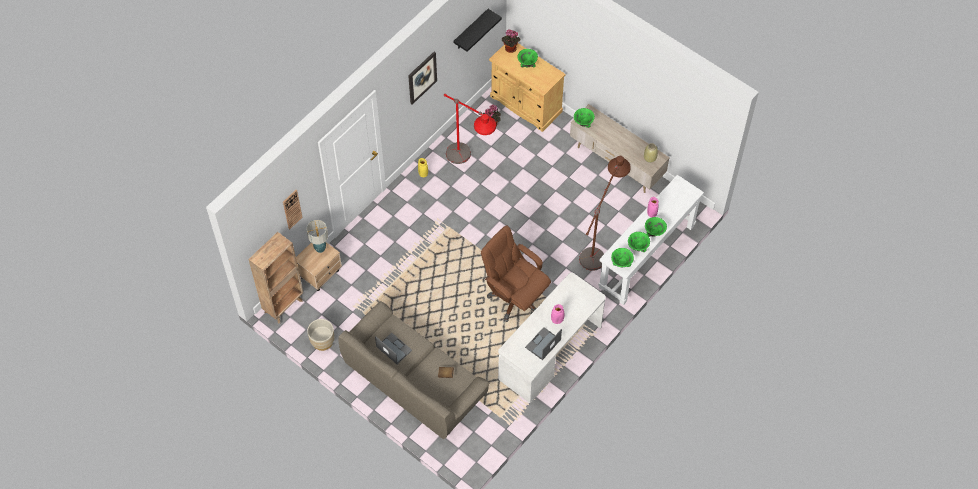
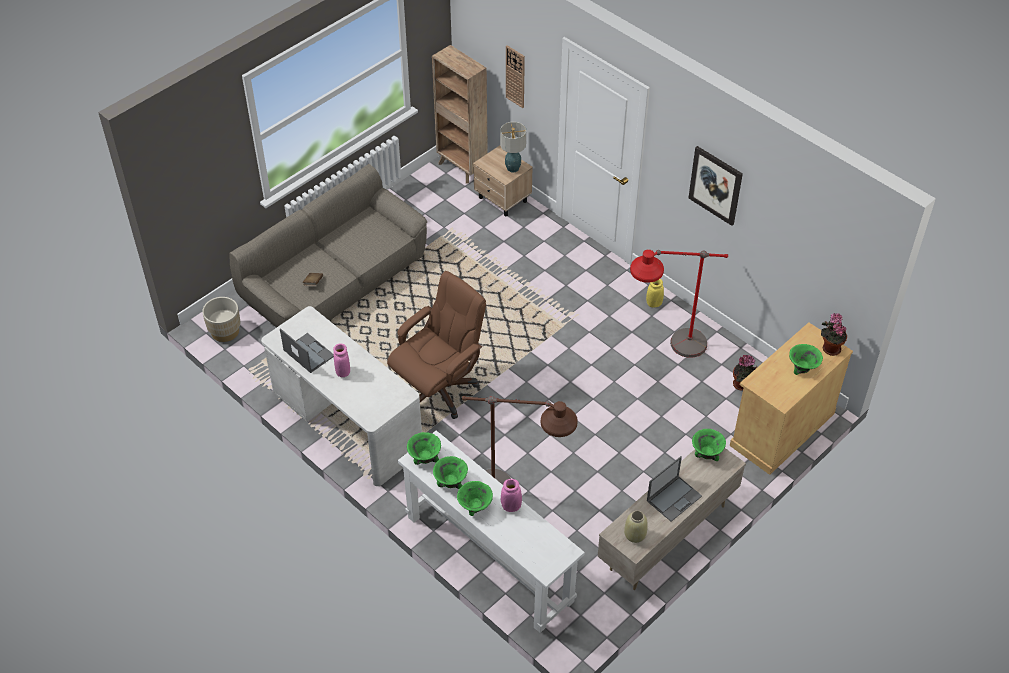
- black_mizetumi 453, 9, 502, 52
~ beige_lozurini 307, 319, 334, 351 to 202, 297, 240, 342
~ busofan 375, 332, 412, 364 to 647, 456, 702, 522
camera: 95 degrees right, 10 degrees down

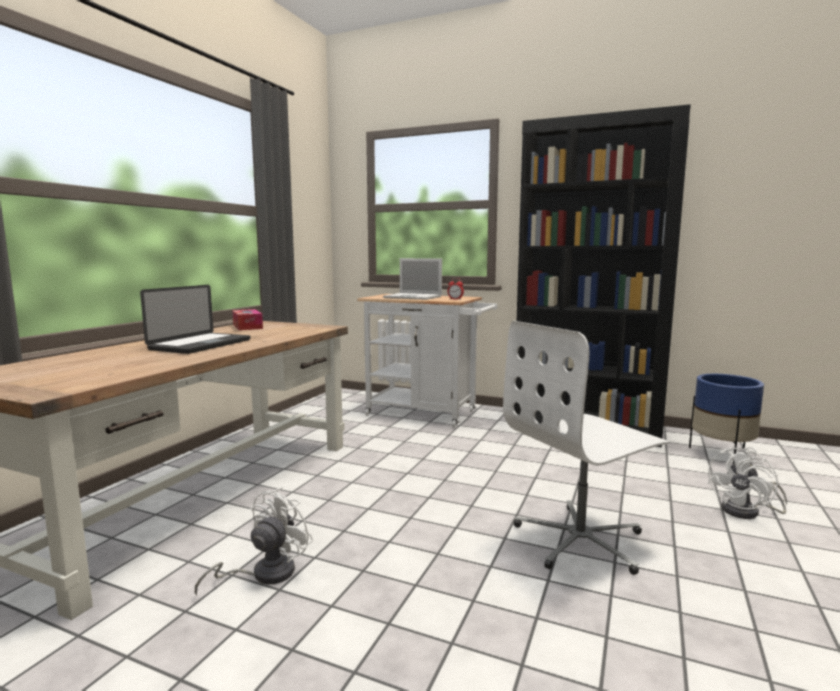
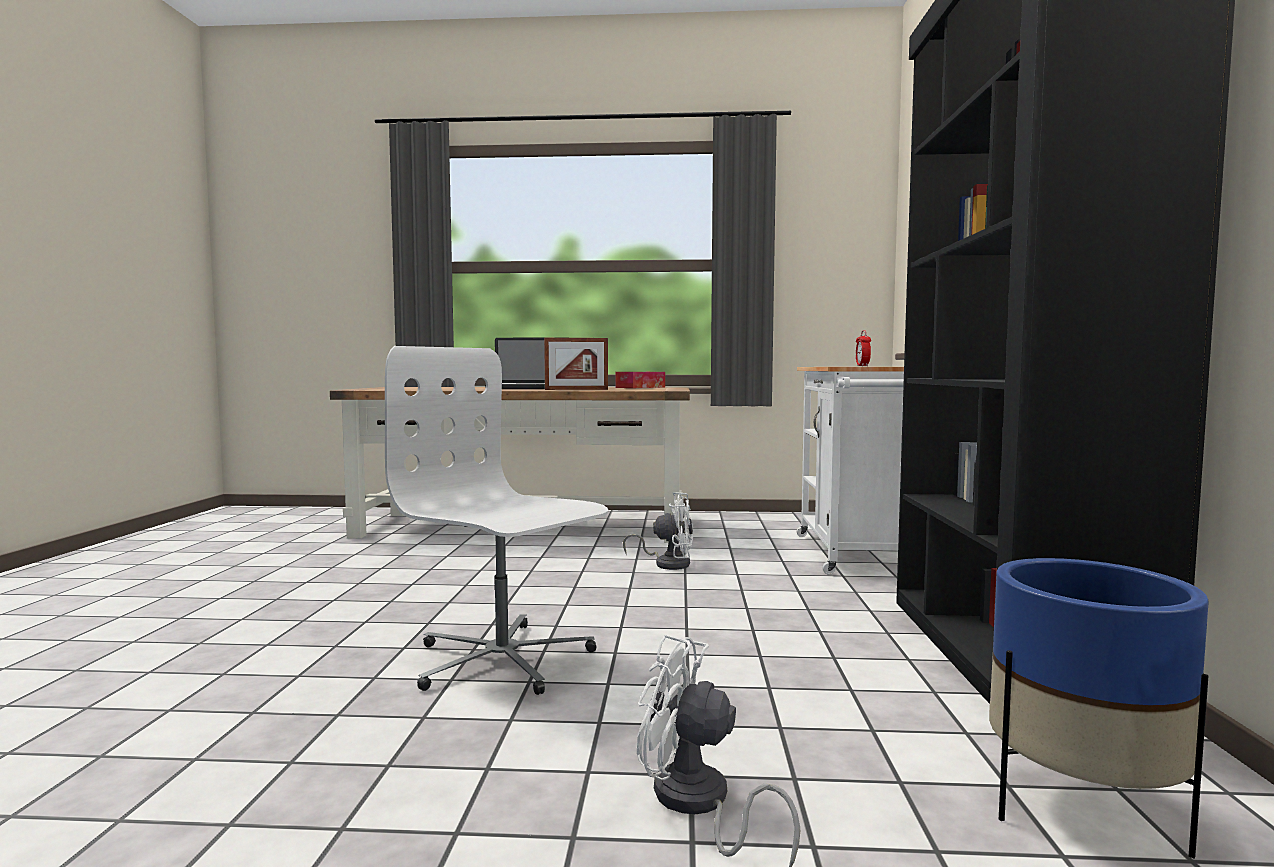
- busofan 383, 258, 442, 300
~ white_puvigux 195, 487, 313, 596 to 623, 492, 693, 570
+ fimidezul 544, 338, 608, 390
camera: 70 degrees right, 5 degrees down

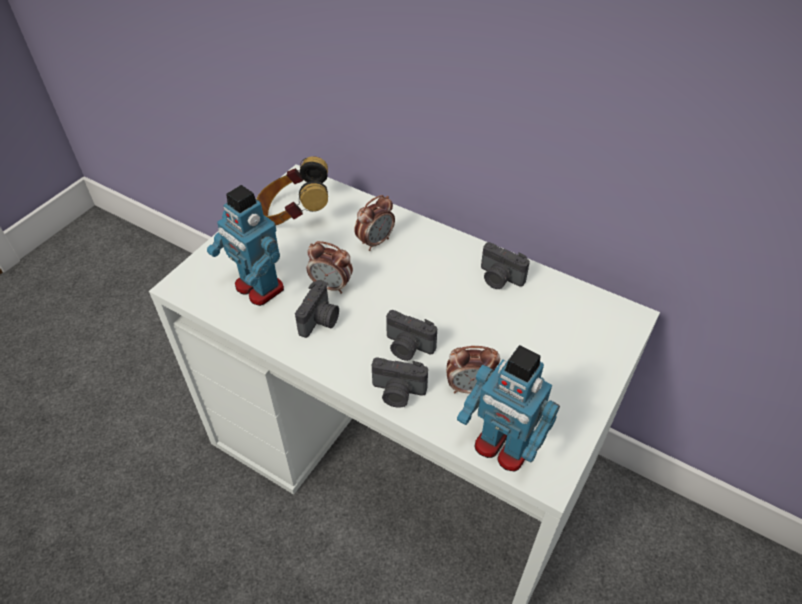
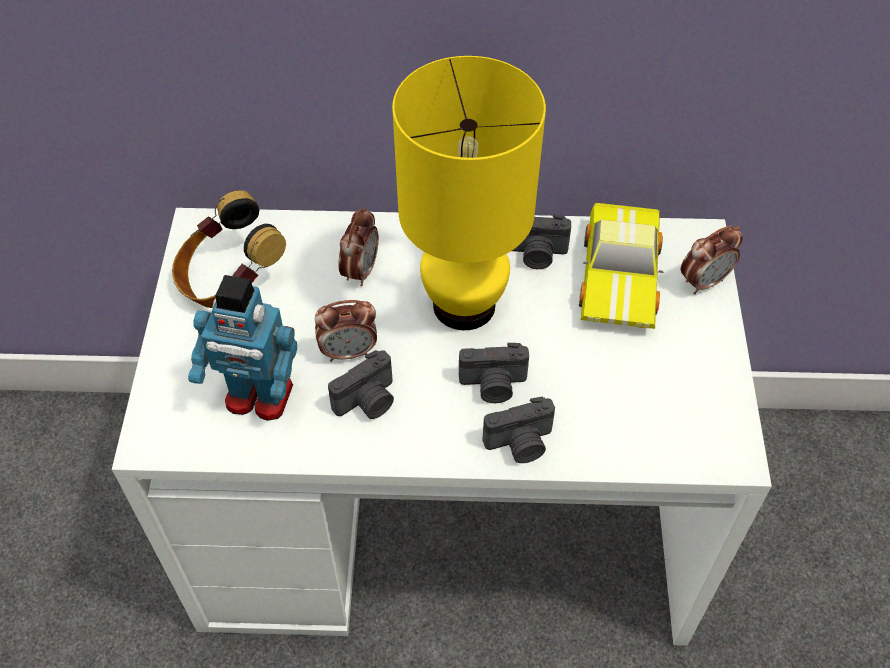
~ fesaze 295, 280, 339, 338 = 328, 350, 394, 419 60 degrees clockwise
- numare 457, 345, 560, 472
~ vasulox 447, 346, 500, 394 to 681, 225, 743, 295
+ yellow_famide 392, 56, 546, 330
+ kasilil 579, 203, 664, 329
camera: 30 degrees left, 5 degrees up

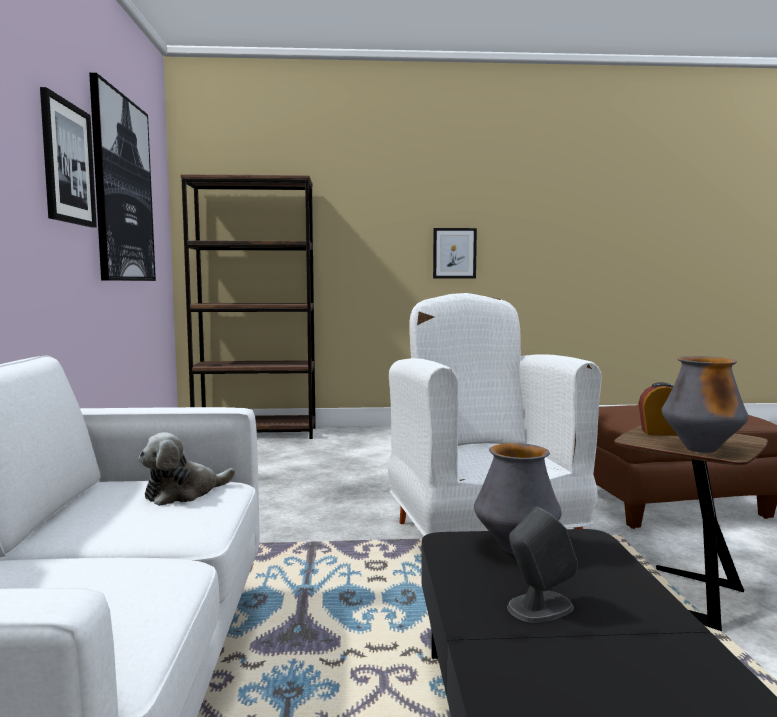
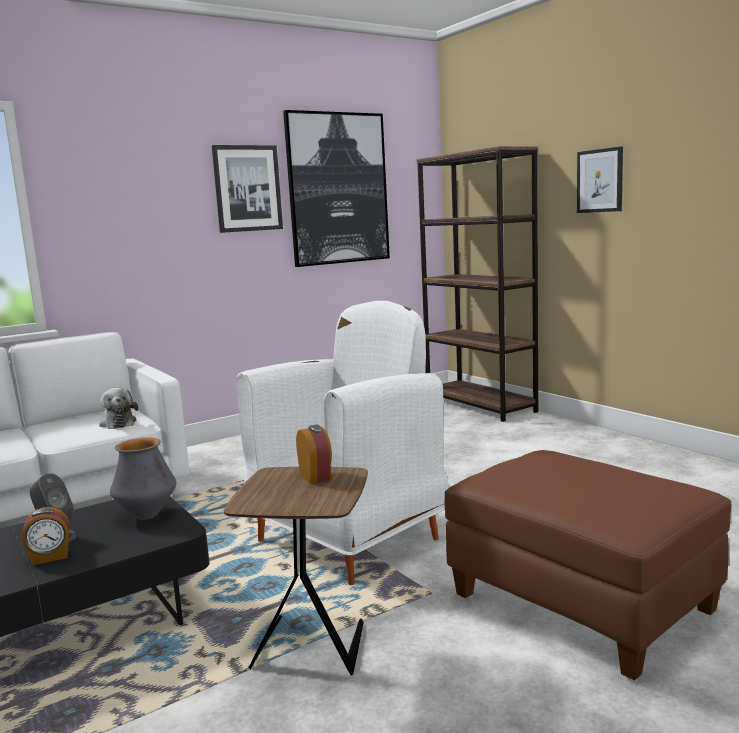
~ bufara 433, 228, 477, 278 to 577, 146, 623, 213
- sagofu 662, 356, 748, 453
~ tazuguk 138, 432, 235, 506 = 99, 388, 138, 429 135 degrees counterclockwise
+ vasulox 22, 507, 69, 565
camera: 60 degrees right, 5 degrees up

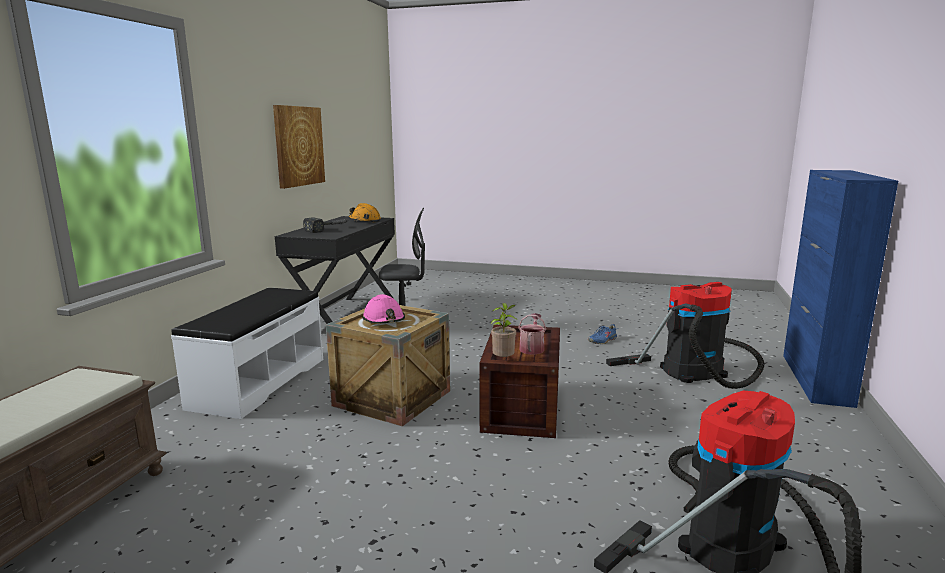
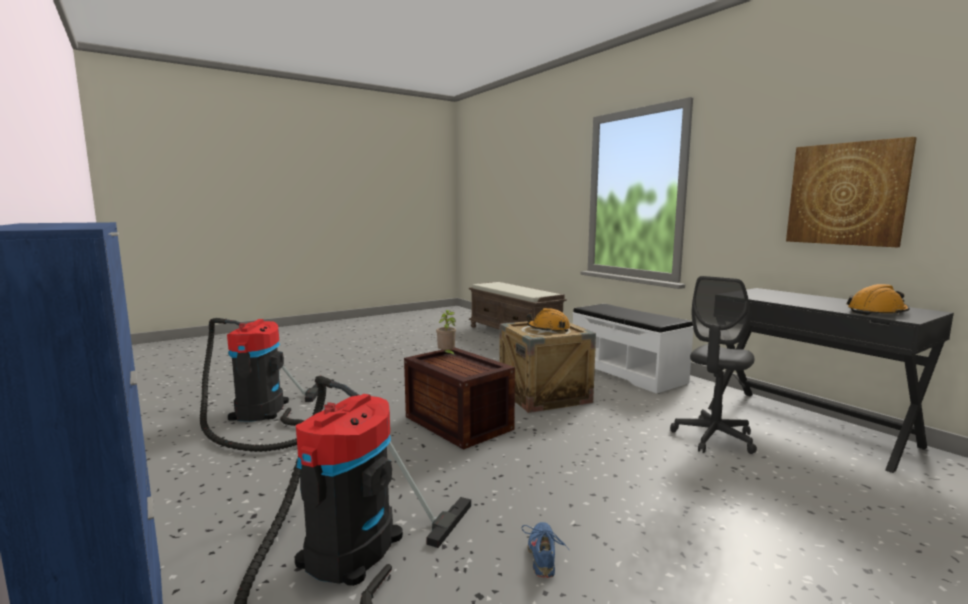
- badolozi 303, 218, 348, 233
~ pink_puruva 362, 294, 405, 324 to orange_puruva 526, 308, 570, 332
- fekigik 518, 313, 546, 355
camera: 130 degrees right, 5 degrees down

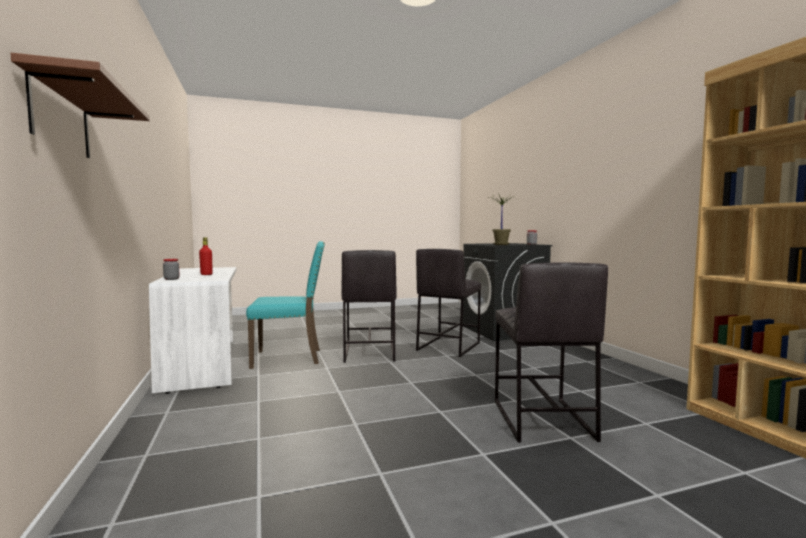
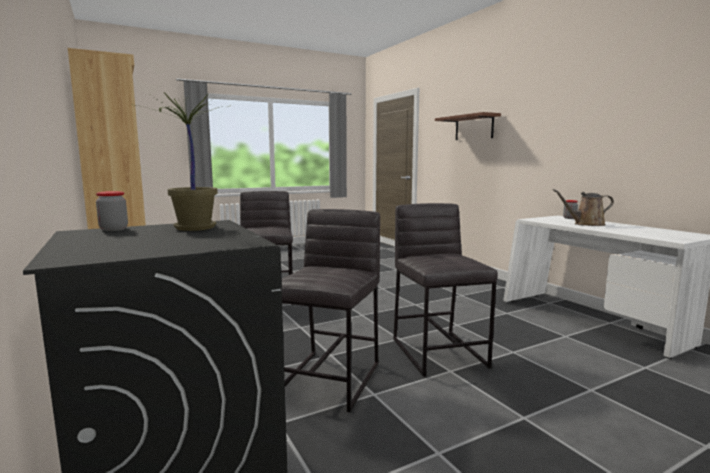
~ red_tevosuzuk 199, 237, 213, 275 to brown_fekigik 553, 189, 614, 226
- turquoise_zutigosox 246, 241, 325, 369
camera: 170 degrees right, 5 degrees up

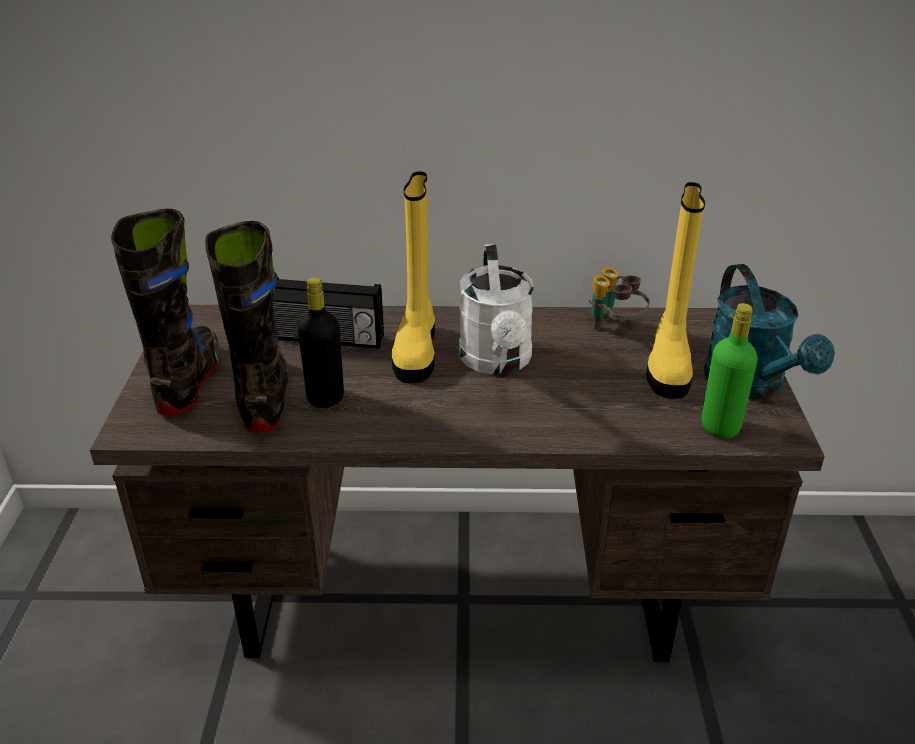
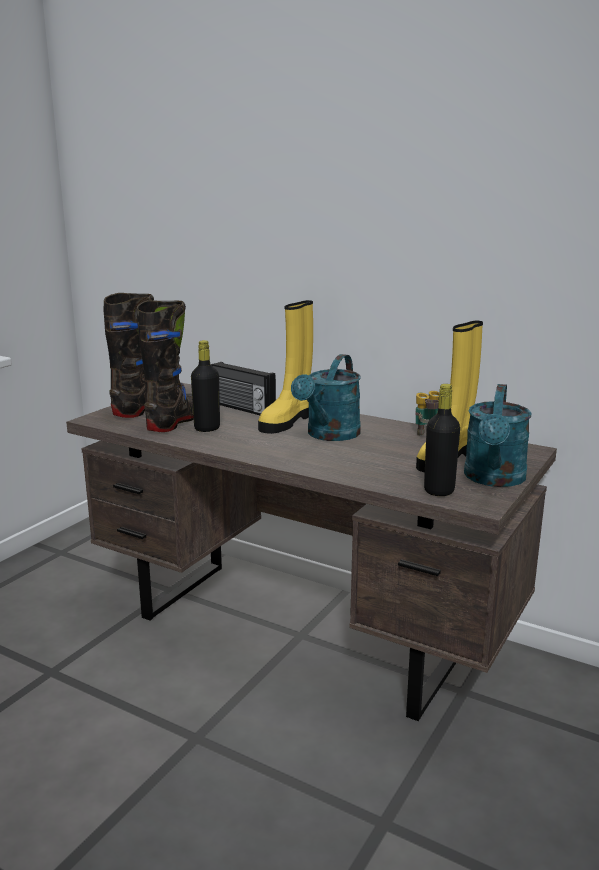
~ white_fekigik 459, 244, 534, 375 to turquoise_fekigik 291, 354, 361, 441
~ green_tevosuzuk 702, 303, 758, 438 to black_tevosuzuk 424, 384, 460, 496
camera: 30 degrees right, 15 degrees down

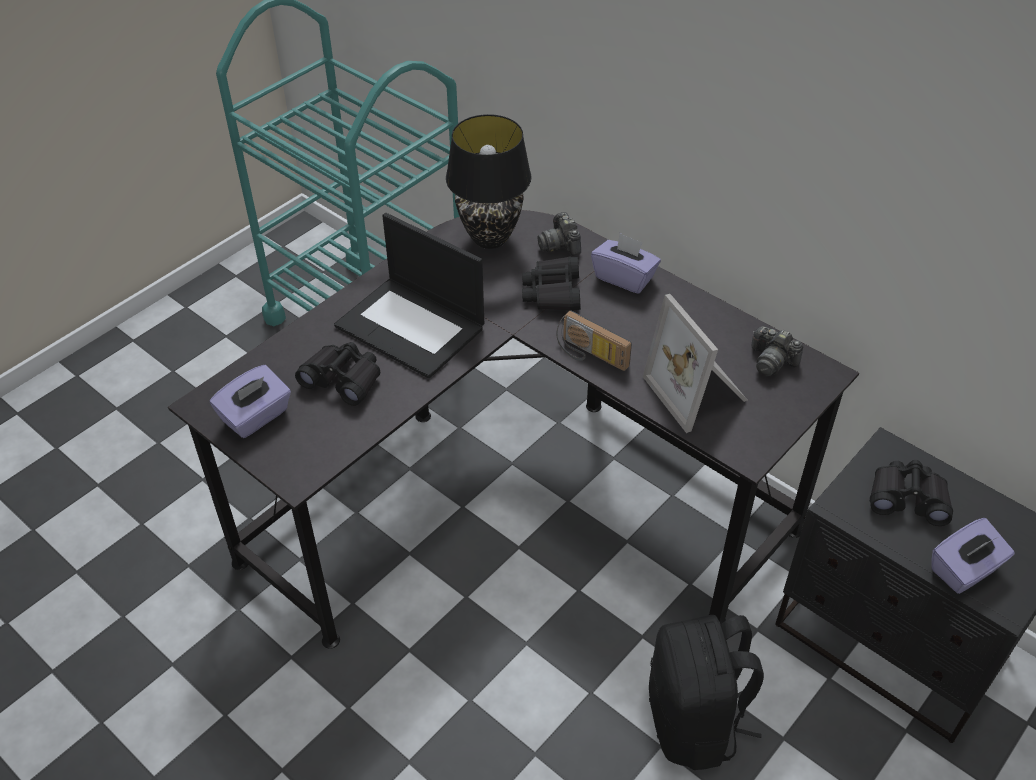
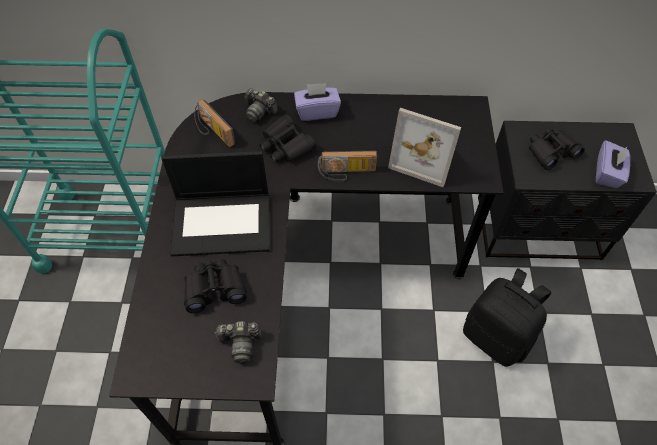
~ black_famide 446, 114, 532, 249 to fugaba 194, 99, 235, 147
~ fesaze 751, 326, 803, 376 to 215, 321, 262, 363
- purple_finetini 210, 365, 291, 438
camera: 40 degrees left, 10 degrees up

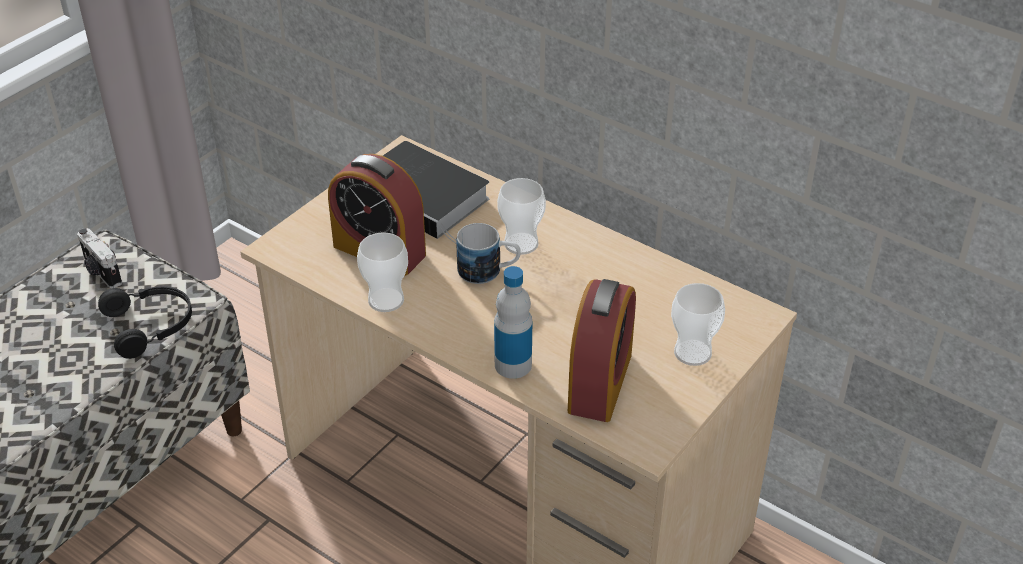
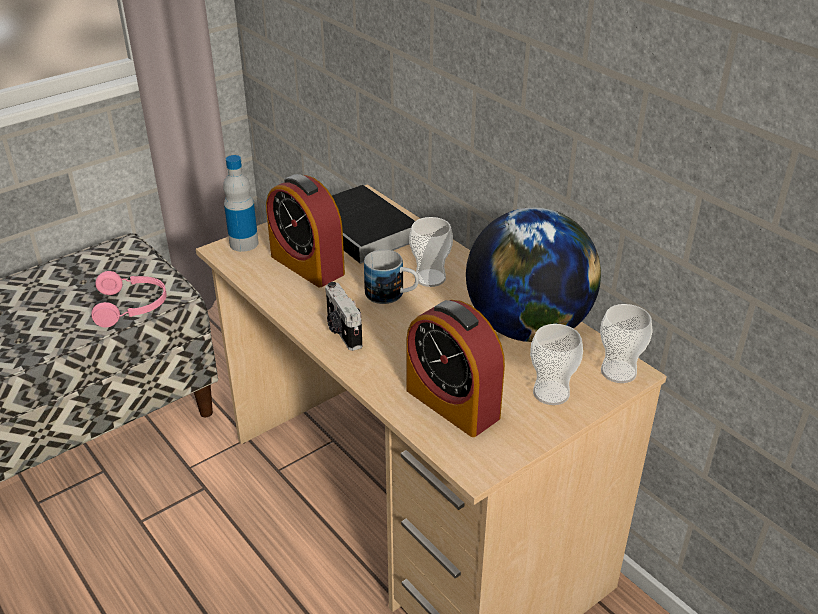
~ fesaze 77, 228, 122, 288 to 325, 282, 362, 351
~ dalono 357, 232, 408, 312 to 600, 304, 653, 383
~ tevosuzuk 494, 266, 532, 379 to 223, 155, 259, 252
~ vasulox 568, 279, 636, 422 = 406, 300, 505, 437 105 degrees clockwise
~ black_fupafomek 98, 287, 192, 359 to pink_fupafomek 91, 271, 167, 327
+ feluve 466, 207, 601, 342
camera: 15 degrees right, 5 degrees down

